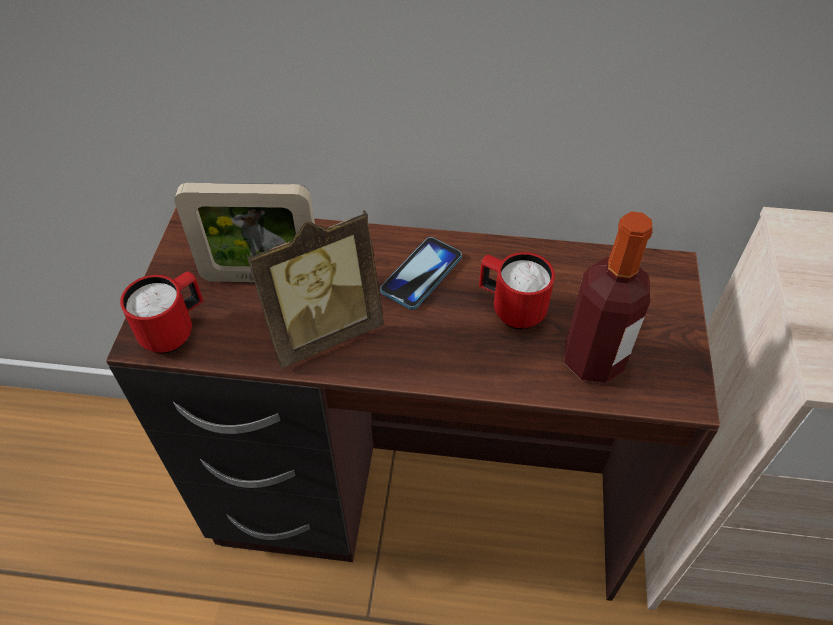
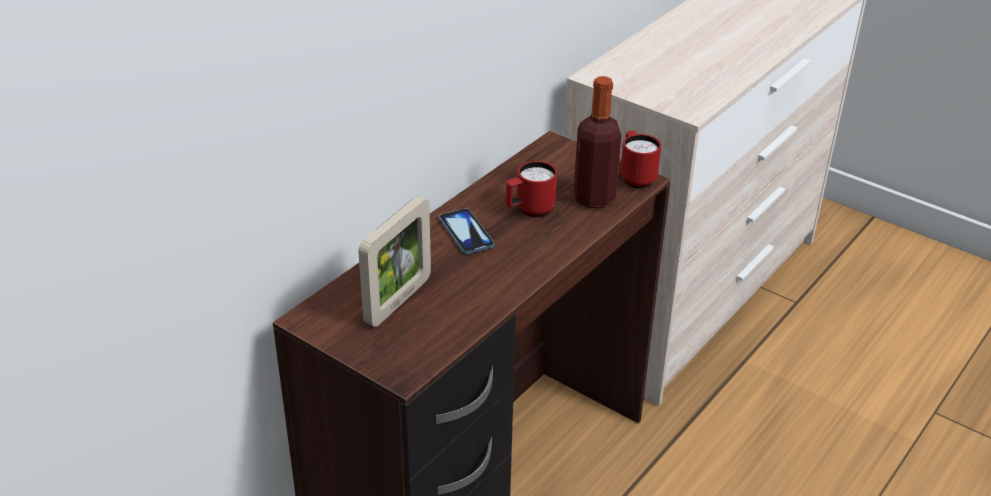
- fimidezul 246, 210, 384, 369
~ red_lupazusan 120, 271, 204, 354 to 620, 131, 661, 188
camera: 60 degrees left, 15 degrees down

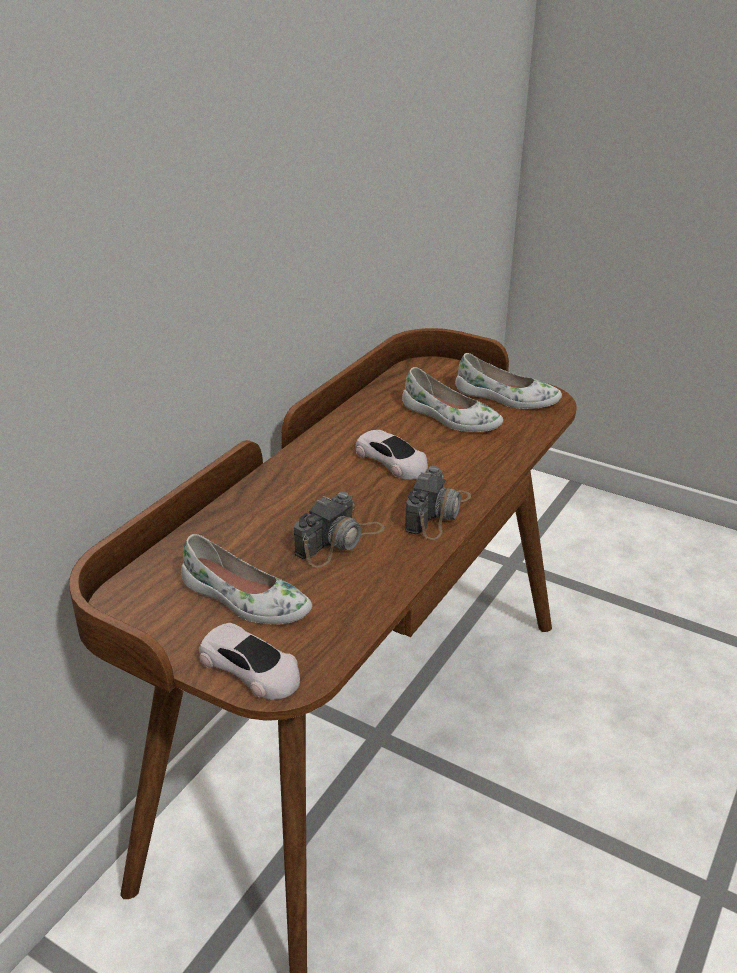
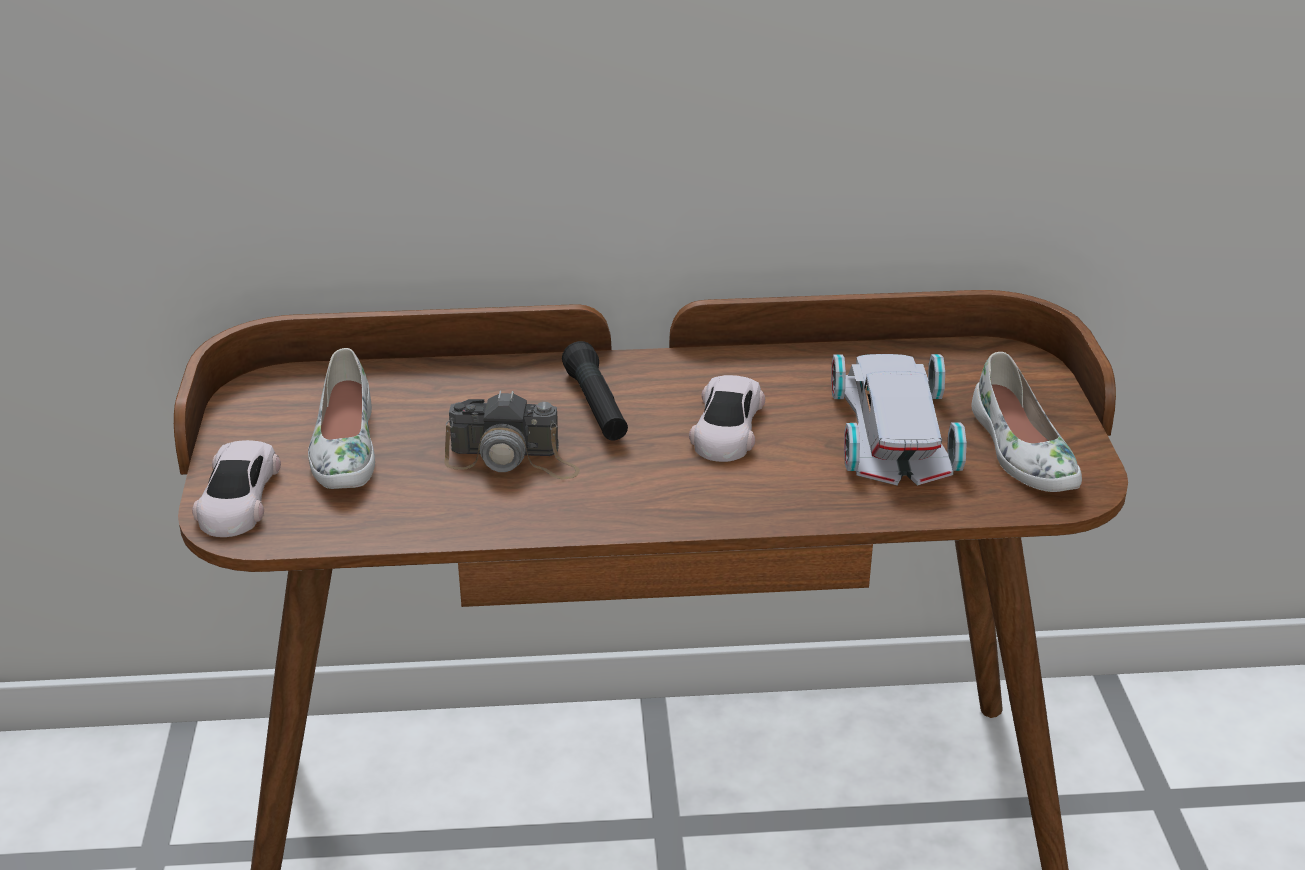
~ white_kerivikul 402, 367, 503, 432 to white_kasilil 831, 354, 967, 486
- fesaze 405, 466, 471, 540
+ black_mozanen 562, 341, 628, 440
camera: 55 degrees right, 0 degrees up

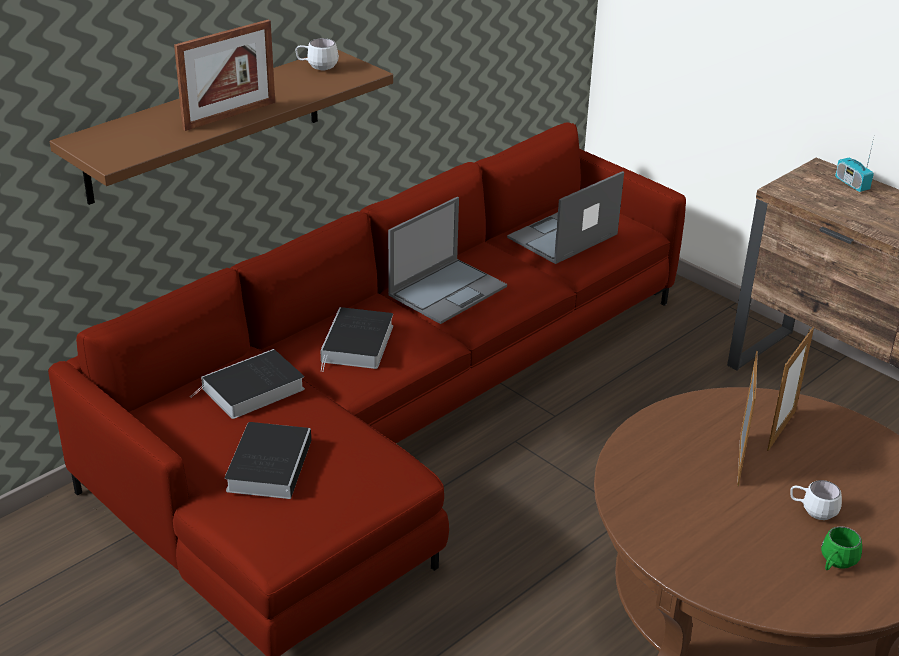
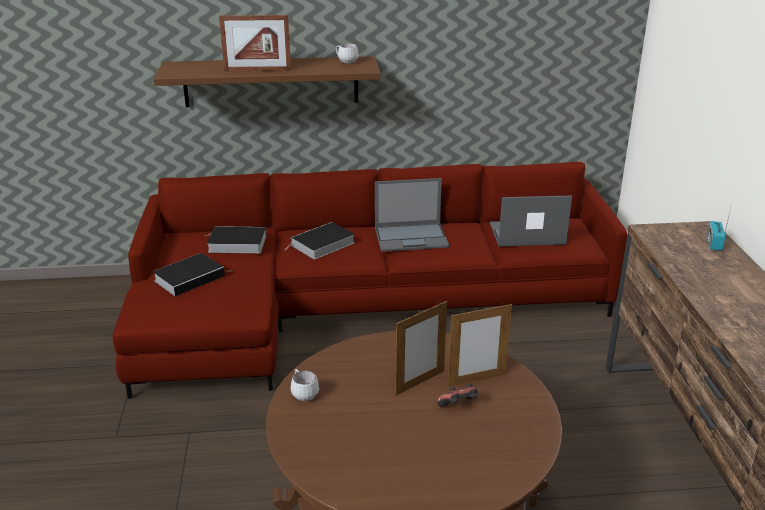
~ white_lupazusan 790, 480, 842, 520 to 291, 369, 319, 401
- green_lupazusan 821, 526, 862, 570
+ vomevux 437, 384, 478, 407
camera: 40 degrees right, 5 degrees down

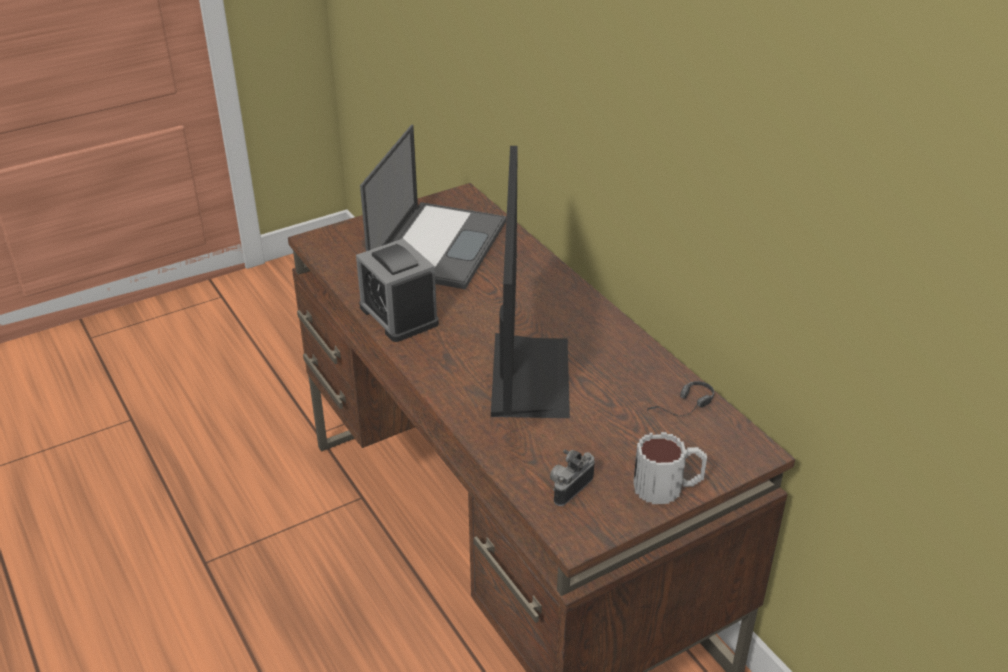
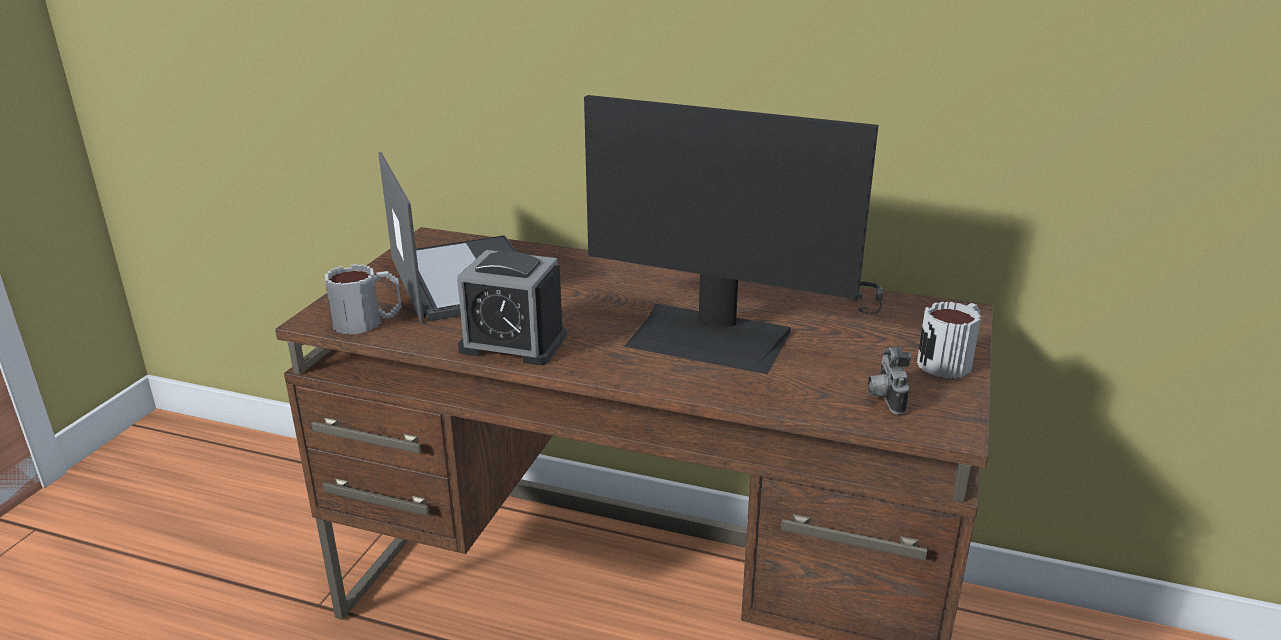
~ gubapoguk 491, 146, 570, 418 = 584, 95, 879, 374 150 degrees clockwise
+ lupazusan 325, 264, 402, 335
camera: 40 degrees left, 10 degrees down

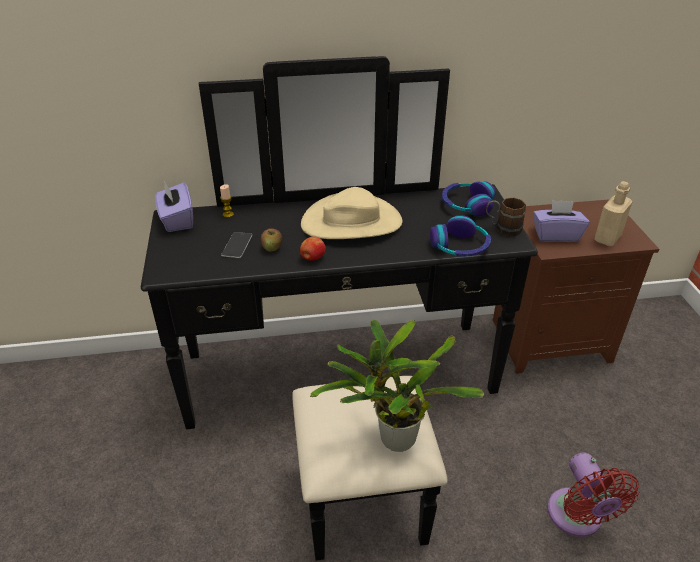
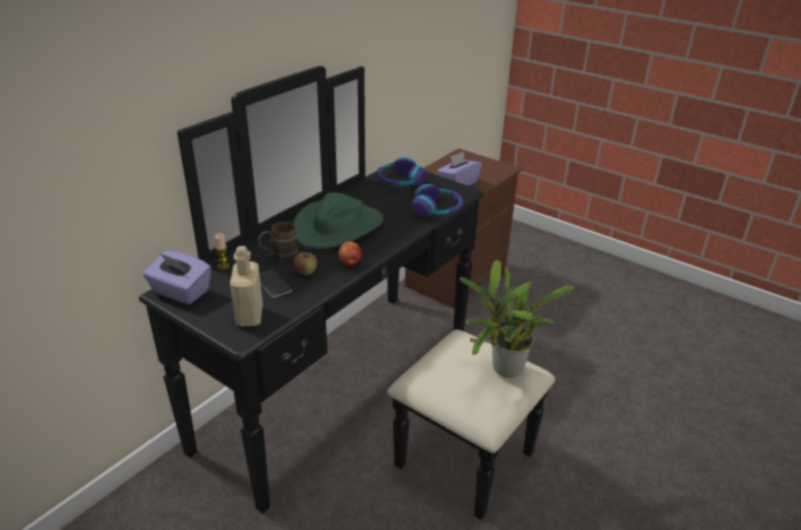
~ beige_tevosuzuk 594, 181, 632, 246 to 230, 246, 263, 326
~ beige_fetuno 301, 187, 403, 239 to green_fetuno 293, 192, 384, 249
~ brown_lupazusan 486, 198, 526, 237 to 258, 222, 298, 261
- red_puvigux 547, 452, 640, 537
camera: 45 degrees left, 5 degrees down

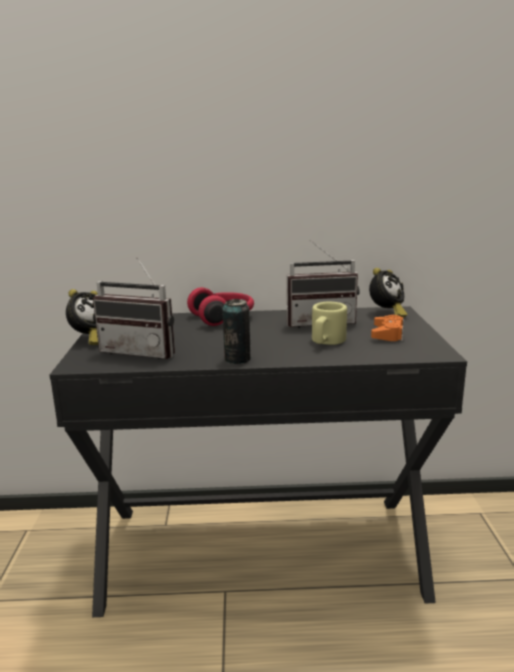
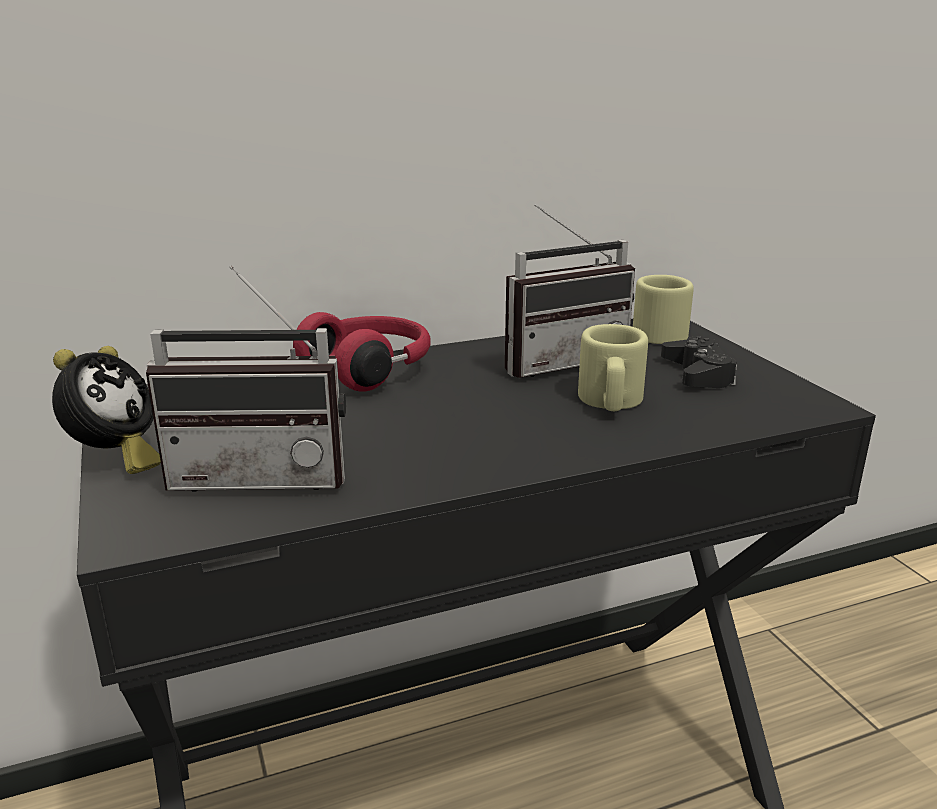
~ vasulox 369, 268, 407, 318 to beige_lupazusan 633, 275, 694, 344
- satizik 222, 299, 251, 364
~ orange_vomevux 371, 315, 404, 341 to black_vomevux 661, 336, 737, 388
camera: 20 degrees left, 5 degrees up

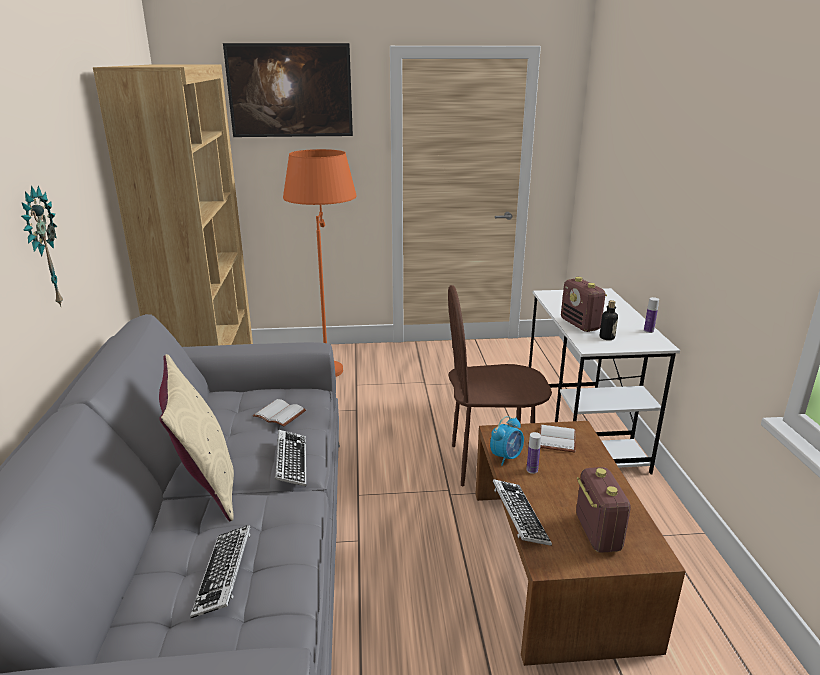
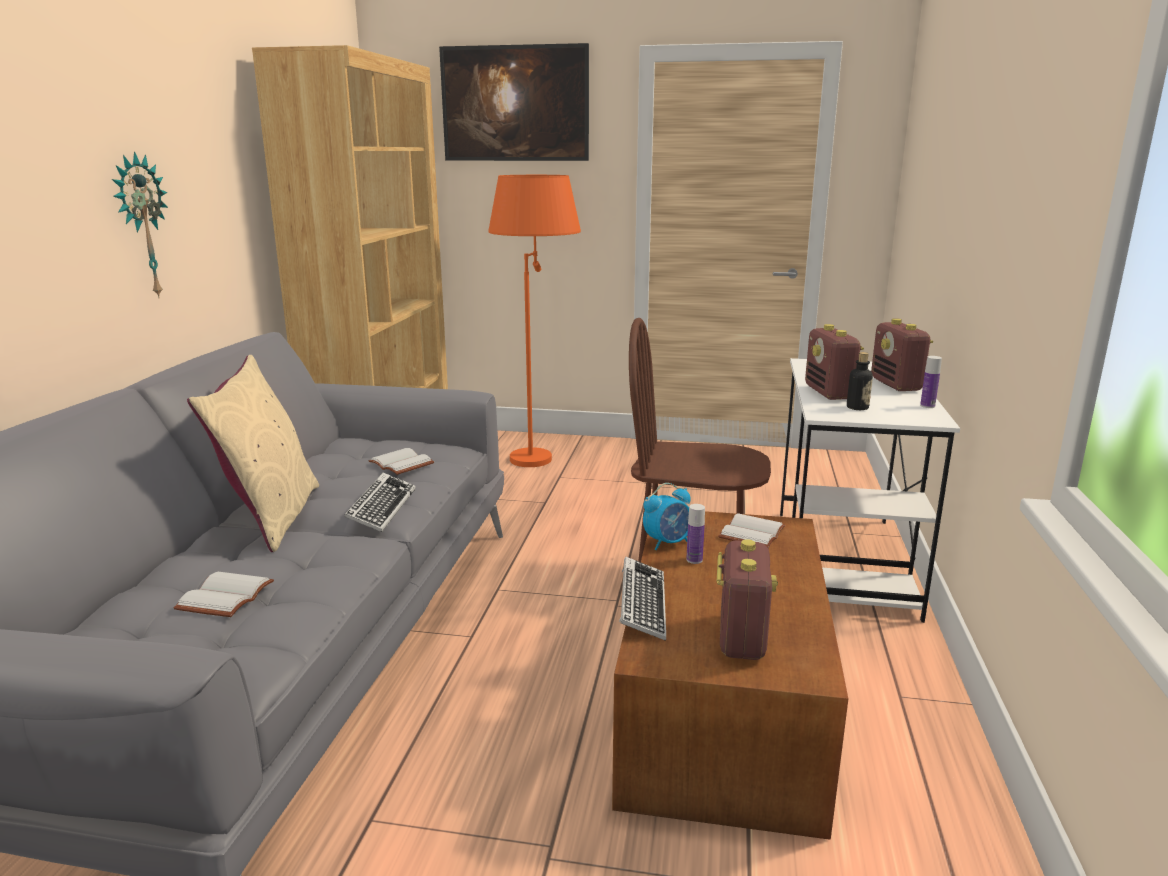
~ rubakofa 190, 525, 251, 618 to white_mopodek 174, 572, 274, 617
+ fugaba 871, 318, 933, 391
camera: 15 degrees right, 5 degrees down

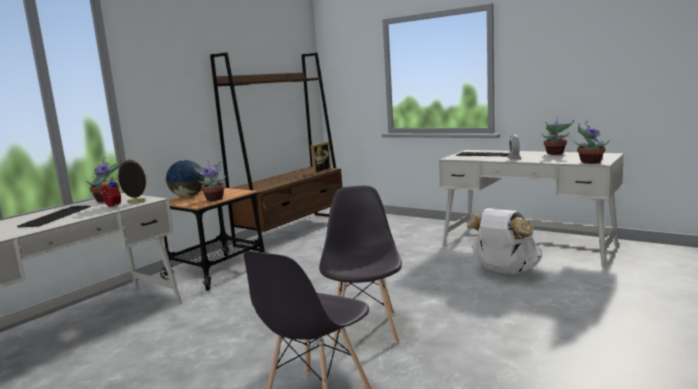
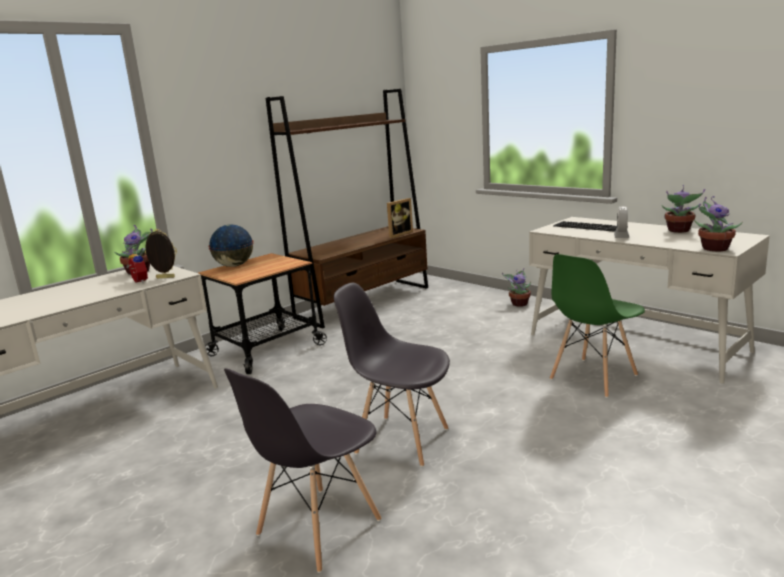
~ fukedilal 193, 161, 226, 201 to 502, 268, 531, 307
~ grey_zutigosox 319, 186, 402, 347 = 334, 283, 450, 467 75 degrees counterclockwise
- rubakofa 17, 206, 91, 227
~ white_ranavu 467, 208, 542, 274 to green_zutigosox 550, 254, 645, 398
camera: 10 degrees right, 5 degrees up

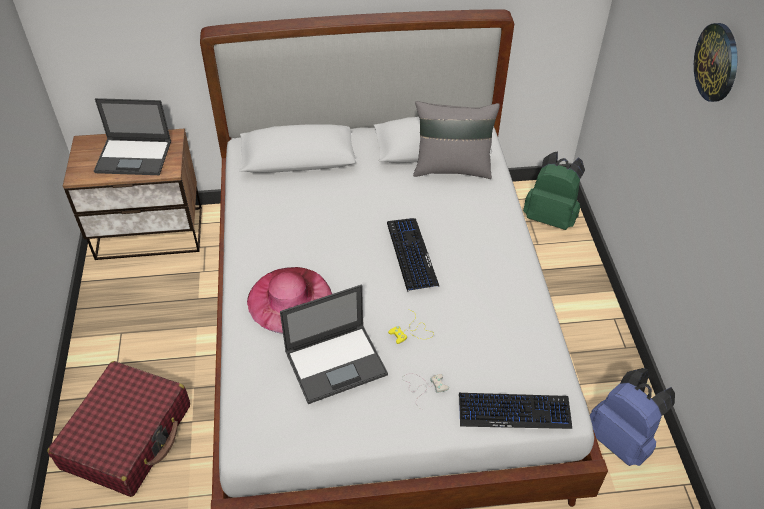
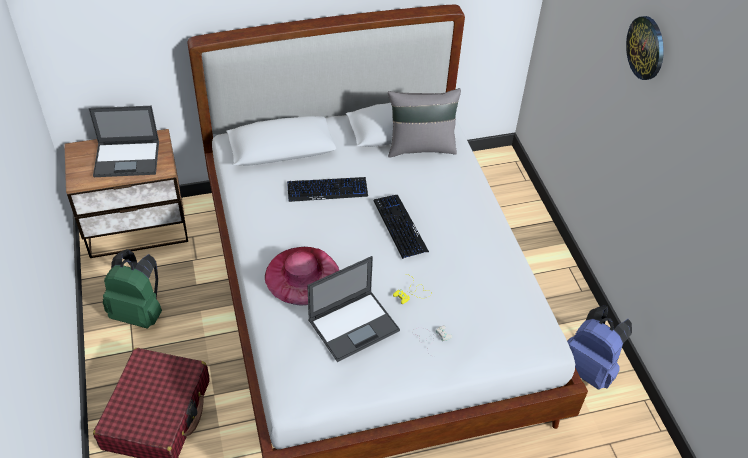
~ green_ranavu 523, 151, 585, 230 to 103, 249, 162, 329
~ rubakofa 459, 393, 572, 429 to 287, 177, 368, 202
camera: 10 degrees left, 0 degrees up

